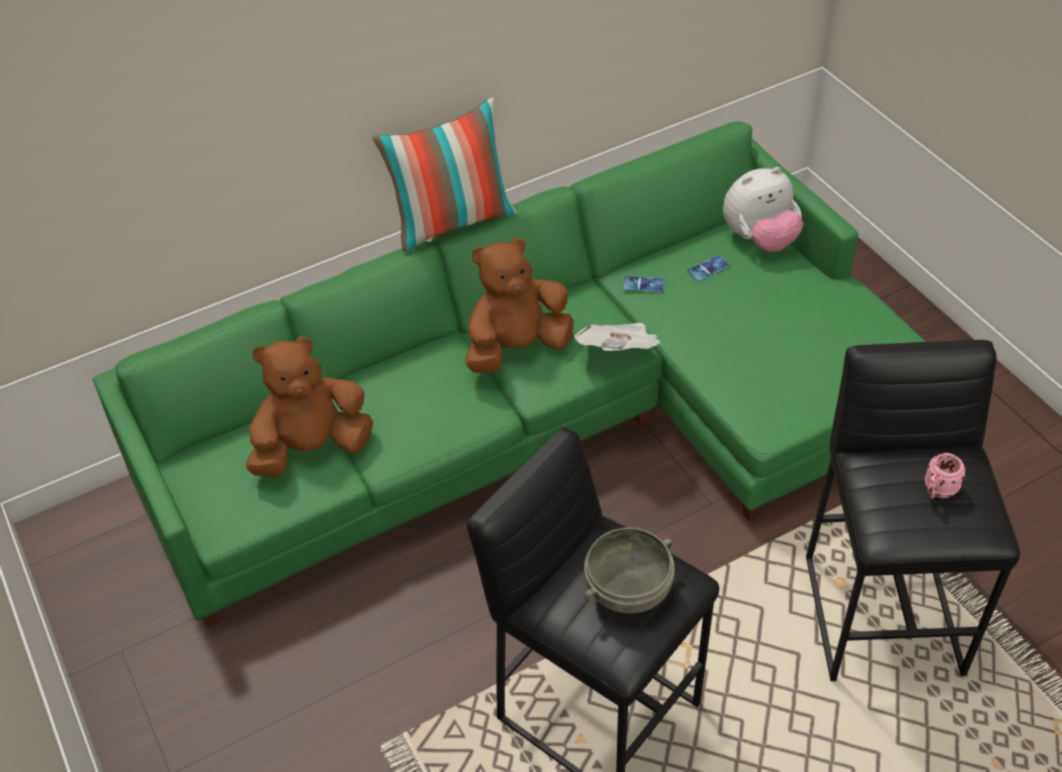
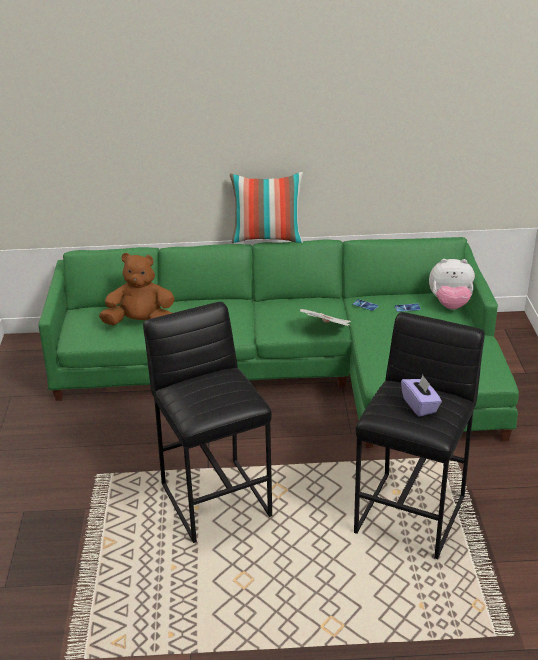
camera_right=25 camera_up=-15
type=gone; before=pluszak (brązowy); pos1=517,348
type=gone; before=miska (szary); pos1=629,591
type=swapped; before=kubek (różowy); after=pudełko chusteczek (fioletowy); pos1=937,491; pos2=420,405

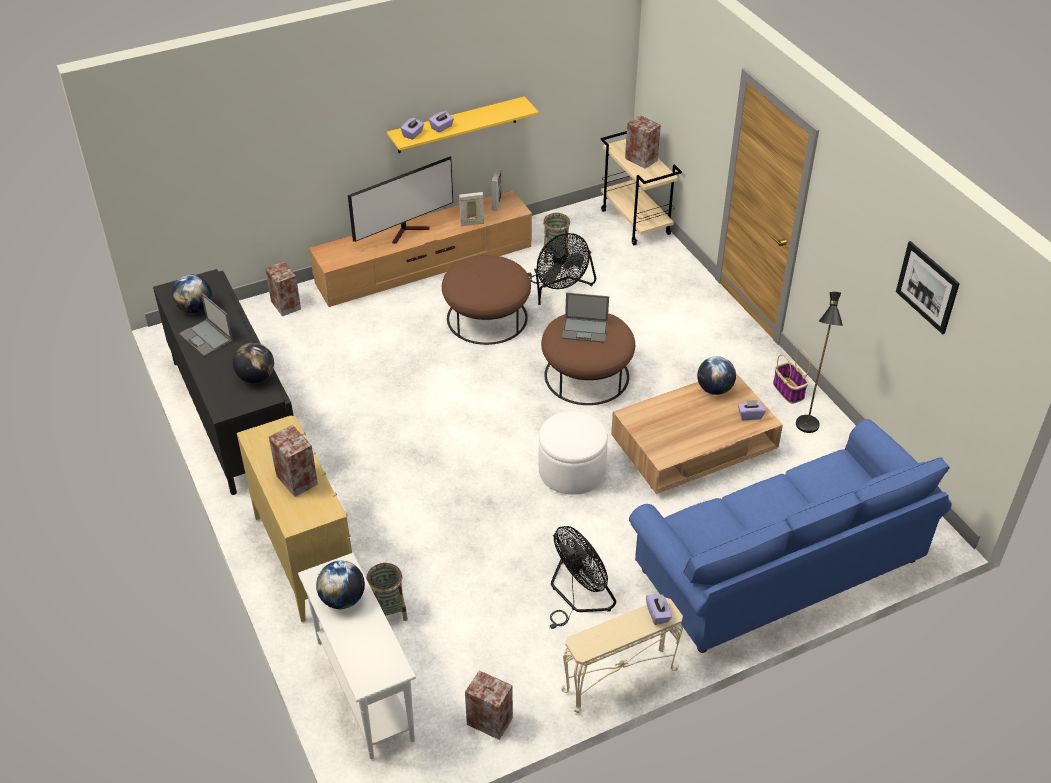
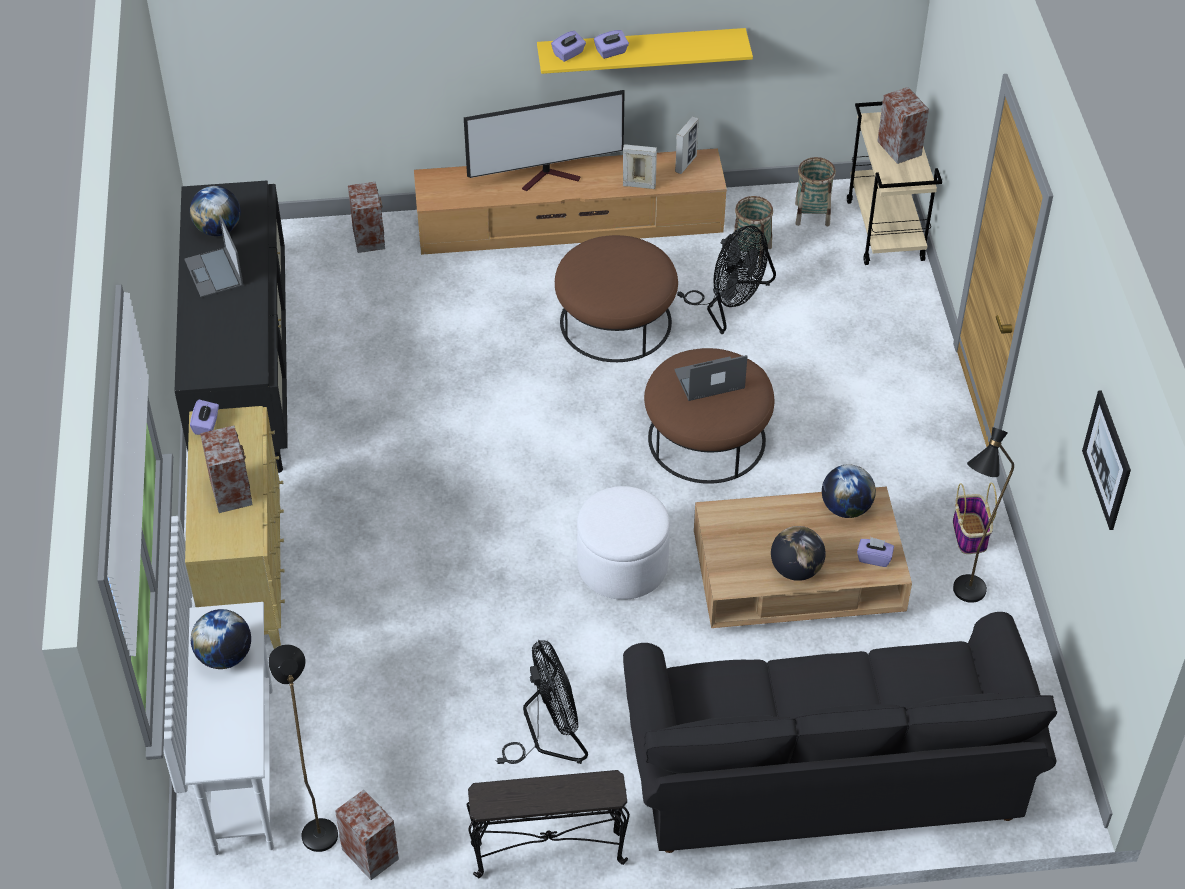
camera_right=20 camera_up=5
type=new; after=lampa stojąca (czarny); pos2=316,824
type=shifted; before=globus; pos1=256,378; pos2=796,570
type=shifted; before=koszyk; pos1=388,611; pos2=812,214
type=shifted; before=pudełko chusteczek (fioletowy); pos1=658,614; pos2=206,425
type=repainted; before=stolik (beżowy); after=stolik (czarny); pos1=620,681; pos2=549,855
type=repainted; before=kanapa (niebieski); after=kanapa (czarny); pos1=778,567; pos2=824,772
type=rotated; before=wentylator (czarny); pos1=557,288; pos2=728,303; turn=-45
type=rotated; before=laptop; pos1=585,330; pos2=708,379; turn=135

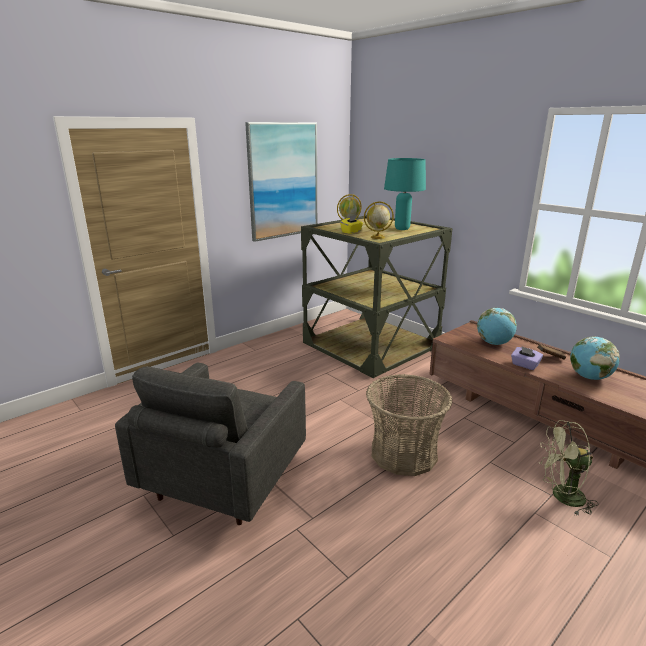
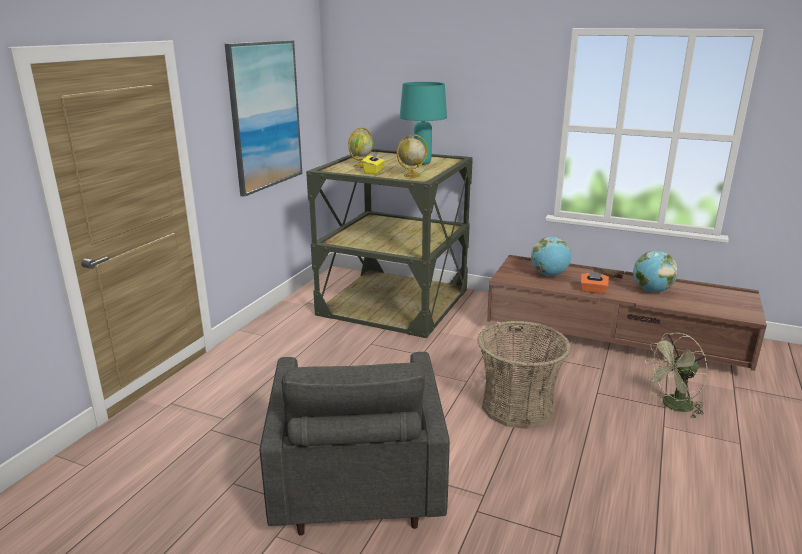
camera_right=-25 camera_up=0
type=repainted; before=pudełko chusteczek (fioletowy); after=pudełko chusteczek (pomarańczowy); pos1=524,365; pos2=593,290

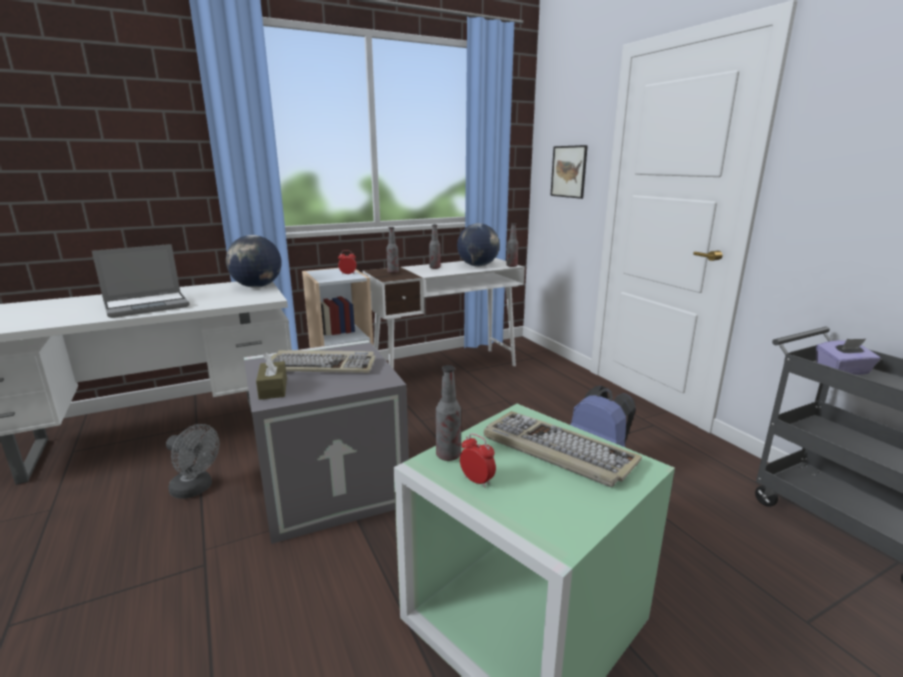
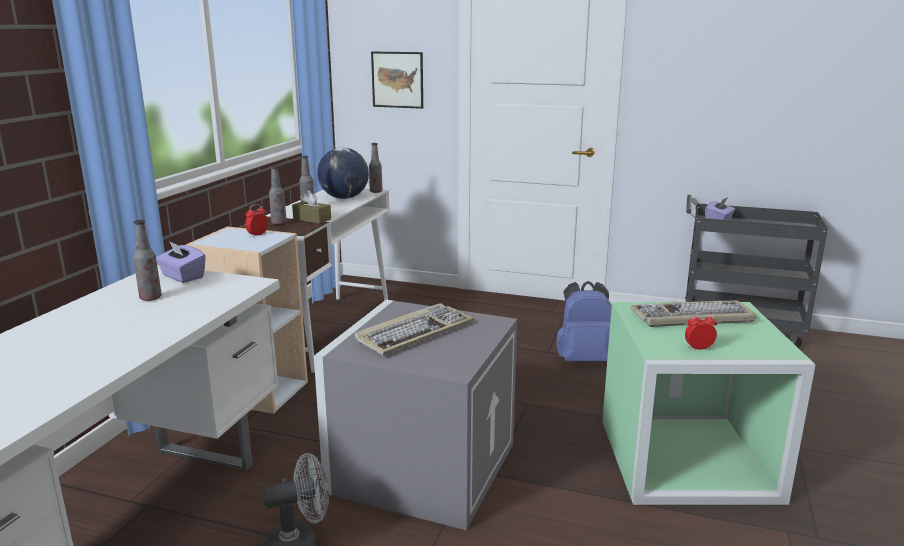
camera_right=-45 camera_up=0
type=gone; before=laptop; pos1=148,306
type=shifted; before=pudełko chusteczek (brązowy); pos1=273,388; pos2=312,219
type=shifted; before=butelka; pos1=448,455; pos2=150,298
type=swapped; before=globus; after=pudełko chusteczek (fioletowy); pos1=257,287; pos2=182,276

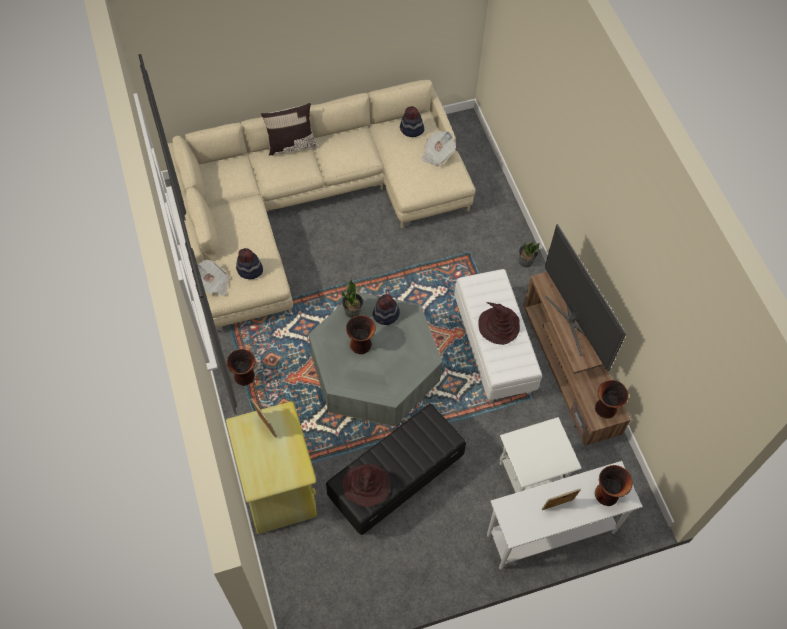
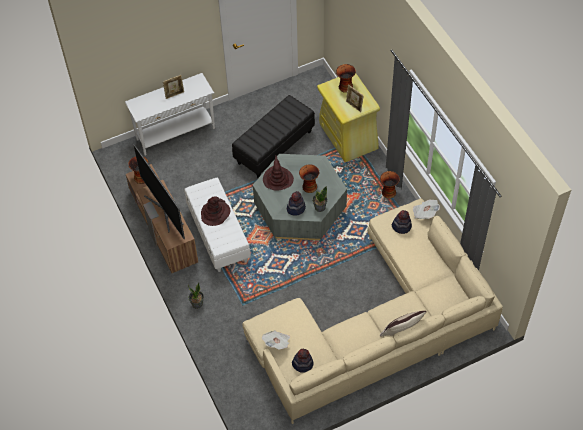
camera_right=175 camera_up=-5
type=gone; before=stolik (biały); pos1=530,476
type=shifted; before=kapelusz (brązowy); pos1=366,485; pos2=278,179
type=shifted; before=wazon; pos1=607,494; pos2=345,87

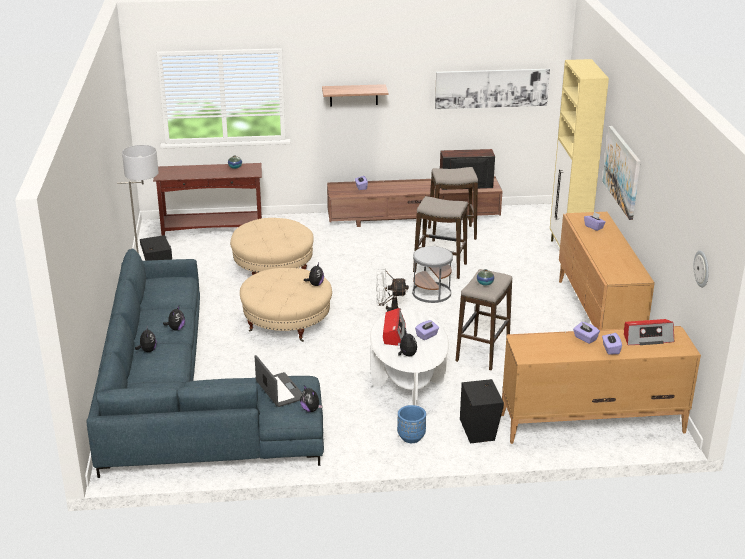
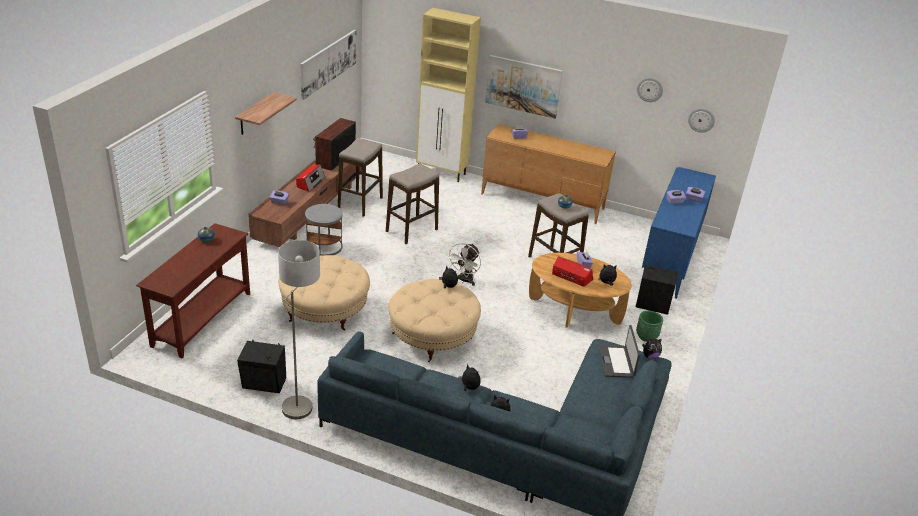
camera_right=-65 camera_up=5
type=new; after=zegar ścienny; pos2=650,89
type=shifted; before=stolik (szary); pos1=431,293; pos2=324,246
type=shifted; before=radio; pos1=647,338; pos2=310,182
type=repainted; before=ława (biały); after=ława (brązowy); pos1=408,384; pos2=574,311
type=repainted; before=donica (niebieski); after=donica (zielony); pos1=411,437; pos2=646,337
type=repainted; before=komoda (brązowy); after=komoda (niebieski); pos1=591,424; pos2=671,259
type=rotated; before=laptop; pos1=279,390; pos2=616,361; turn=-90

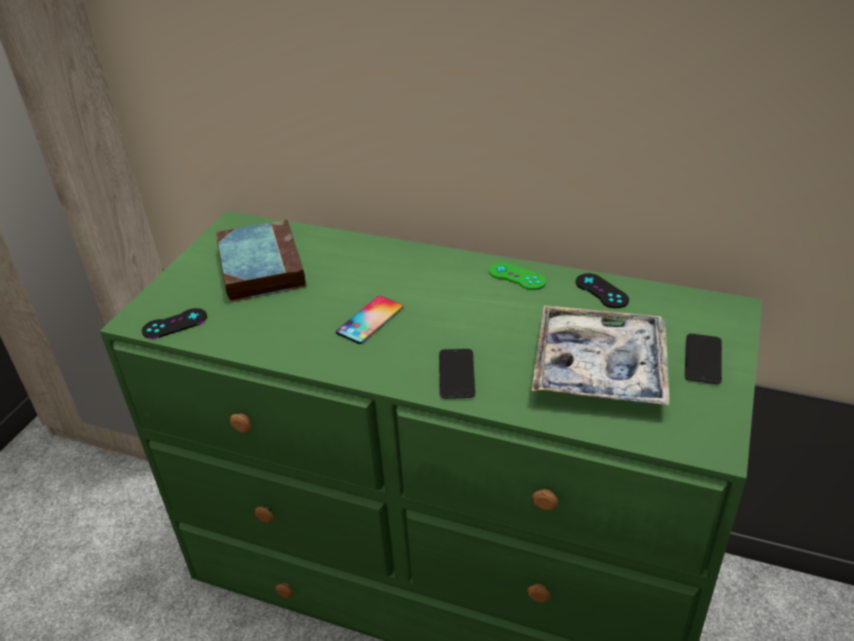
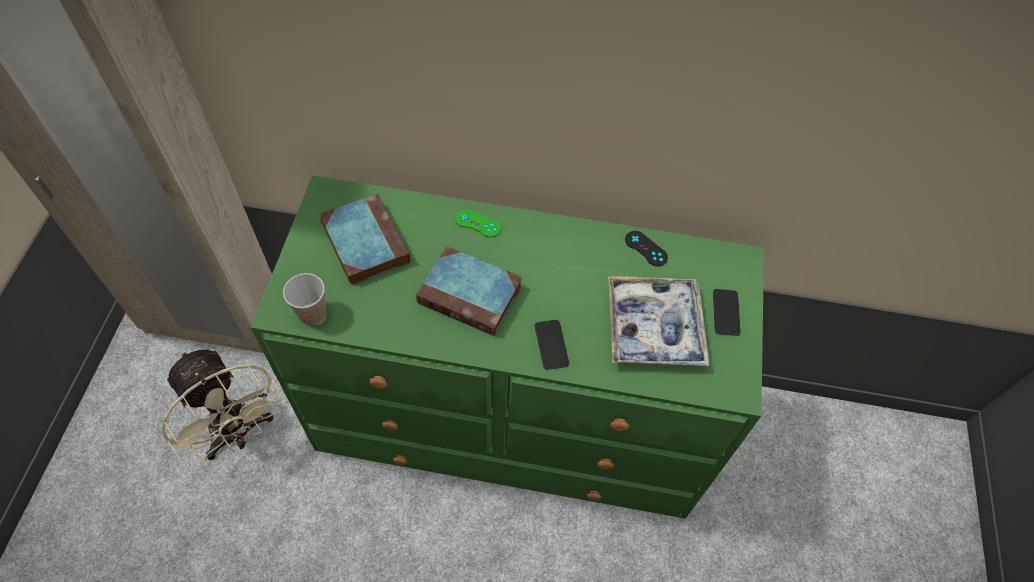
camera_right=-15 camera_up=20
type=new; after=wentylator (beżowy); pos2=238,433
type=shifted; before=pad do gier (zielony); pos1=517,276; pos2=477,223
type=swapped; before=pad do gier (czarny); after=filiżanka; pos1=174,324; pos2=312,314
type=swapped; before=telefon; after=książka; pos1=370,320; pos2=472,295

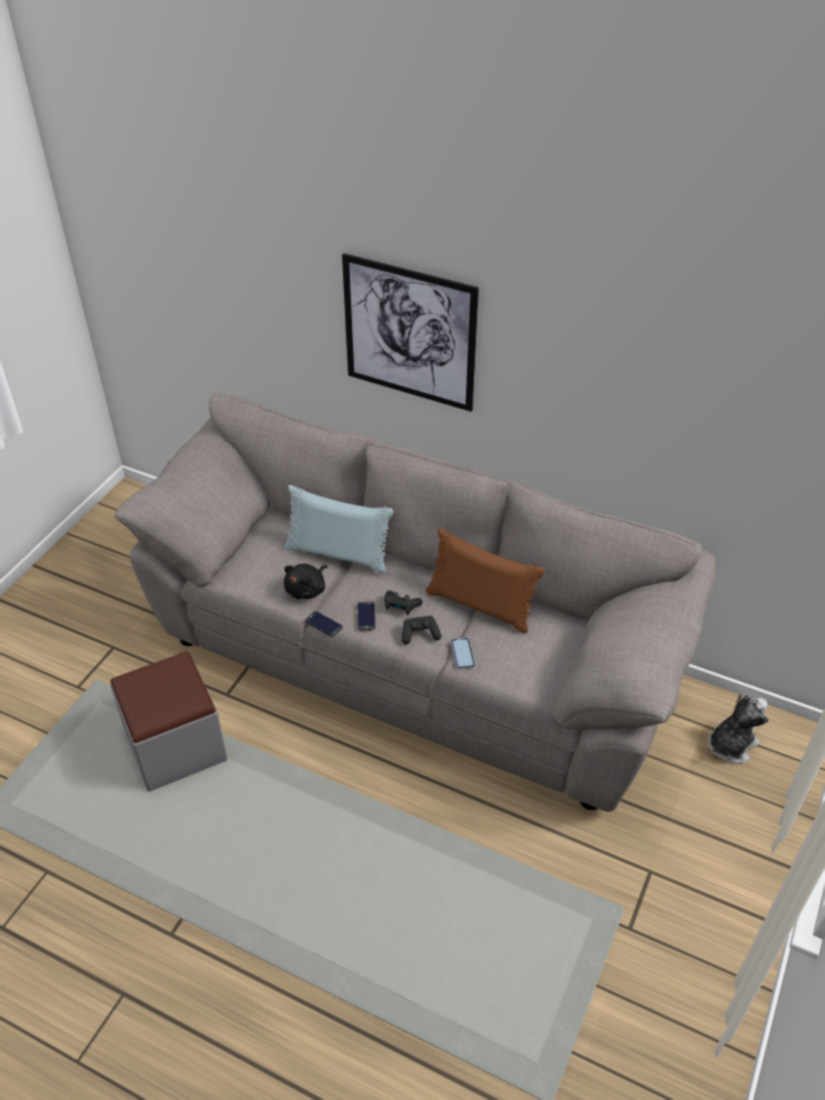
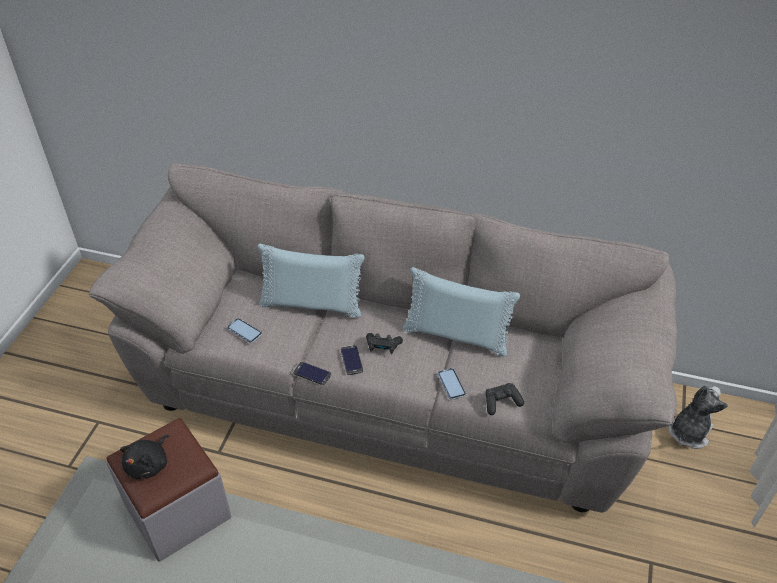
camera_right=-10 camera_up=0
type=gone; before=obraz; pos1=409,333
type=new; after=telefon; pos2=244,331
type=shifted; before=pluszak (czarny); pos1=307,590; pos2=149,465
type=shifted; before=pad do gier (czarny); pos1=420,634; pos2=501,402
type=repainted; before=poduszka (brązowy); after=poduszka (niebieski); pos1=480,605; pos2=456,335

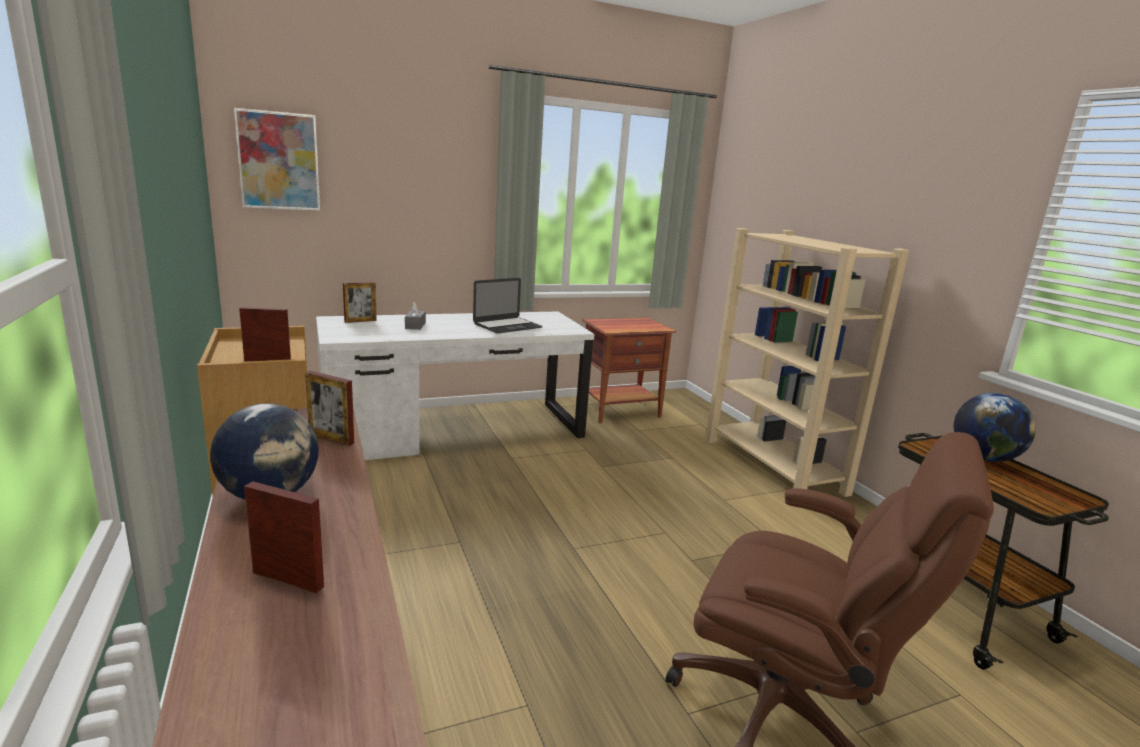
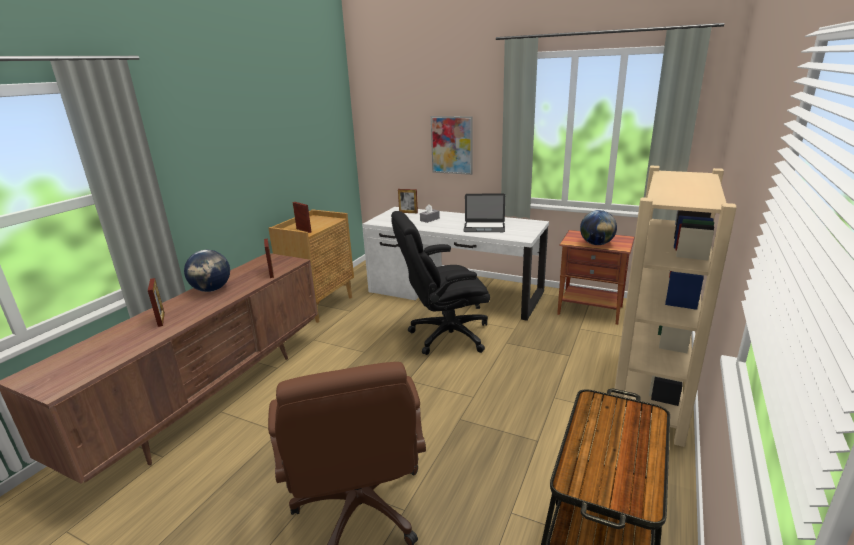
camera_right=50 camera_up=5
type=new; after=krzesło biurowe (czarny); pos2=443,336
type=shifted; before=obraz; pos1=279,161; pos2=452,145
type=shifted; before=globus; pos1=984,458; pos2=596,244

